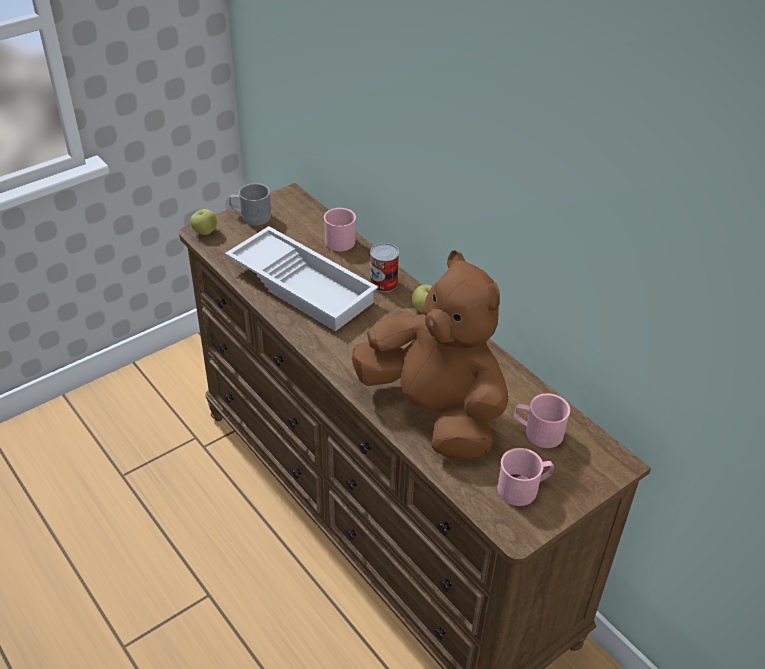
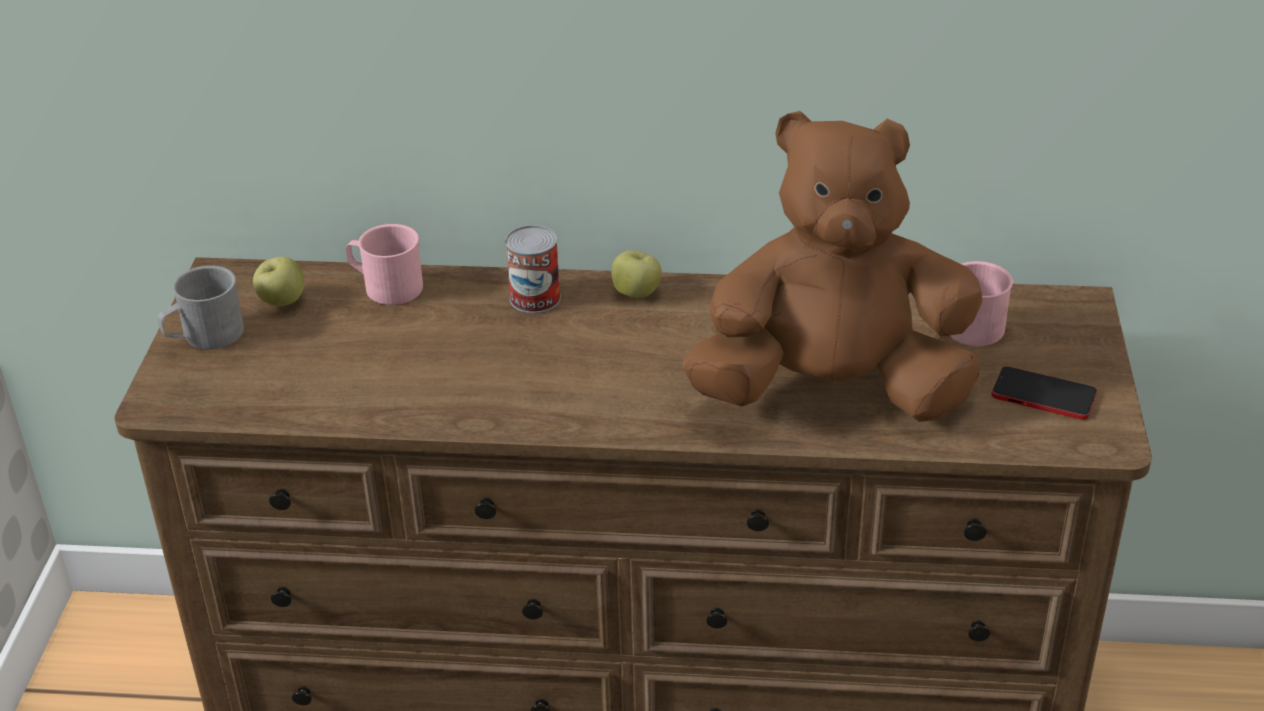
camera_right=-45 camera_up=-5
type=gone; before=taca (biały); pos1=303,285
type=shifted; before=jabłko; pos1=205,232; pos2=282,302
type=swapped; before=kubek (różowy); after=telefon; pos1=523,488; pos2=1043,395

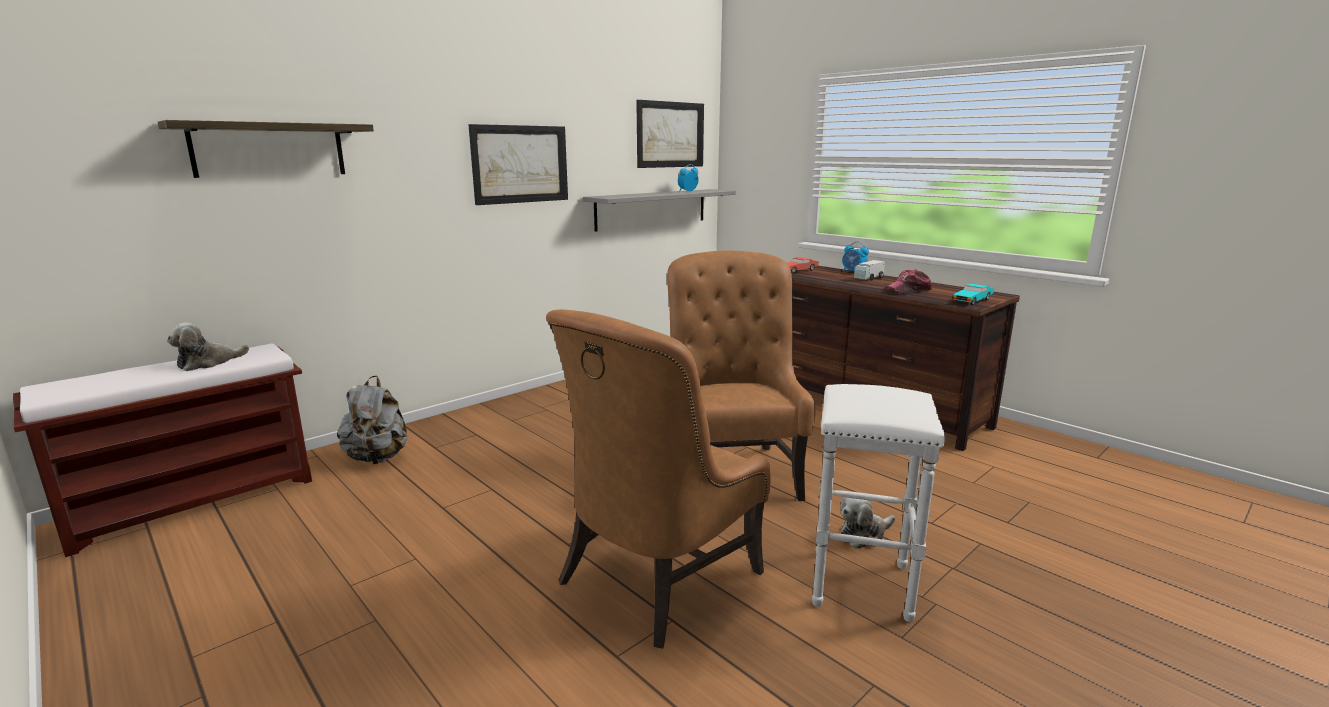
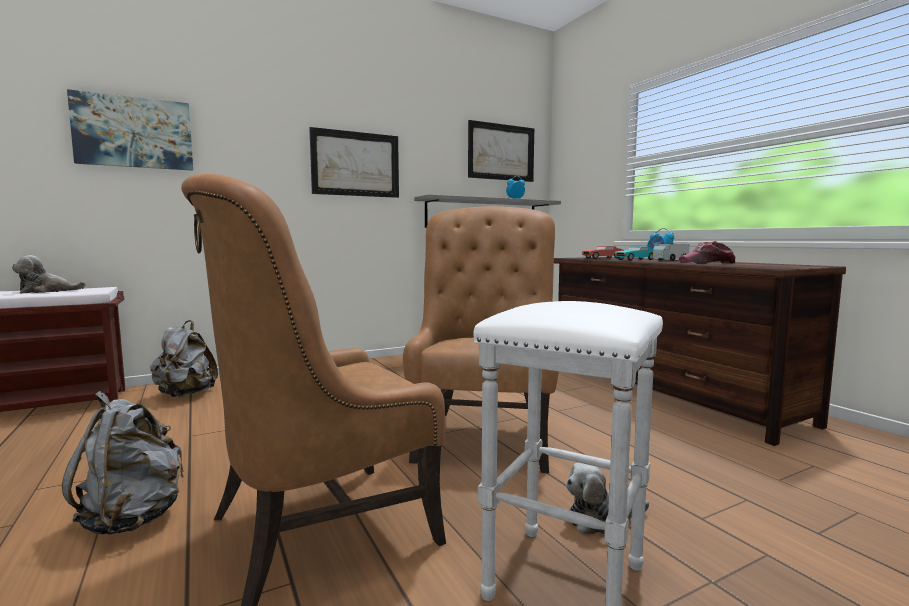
camera_right=15 camera_up=-10
type=new; after=plecak (szary); pos2=134,517
type=shifted; before=samochodzik (turkusowy); pos1=972,301; pos2=636,260
type=swapped; before=półka; after=obraz; pos1=269,150; pos2=134,133

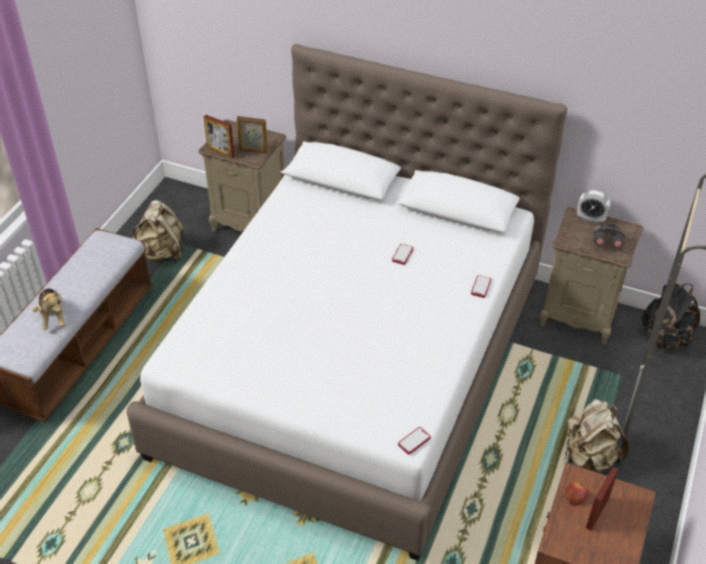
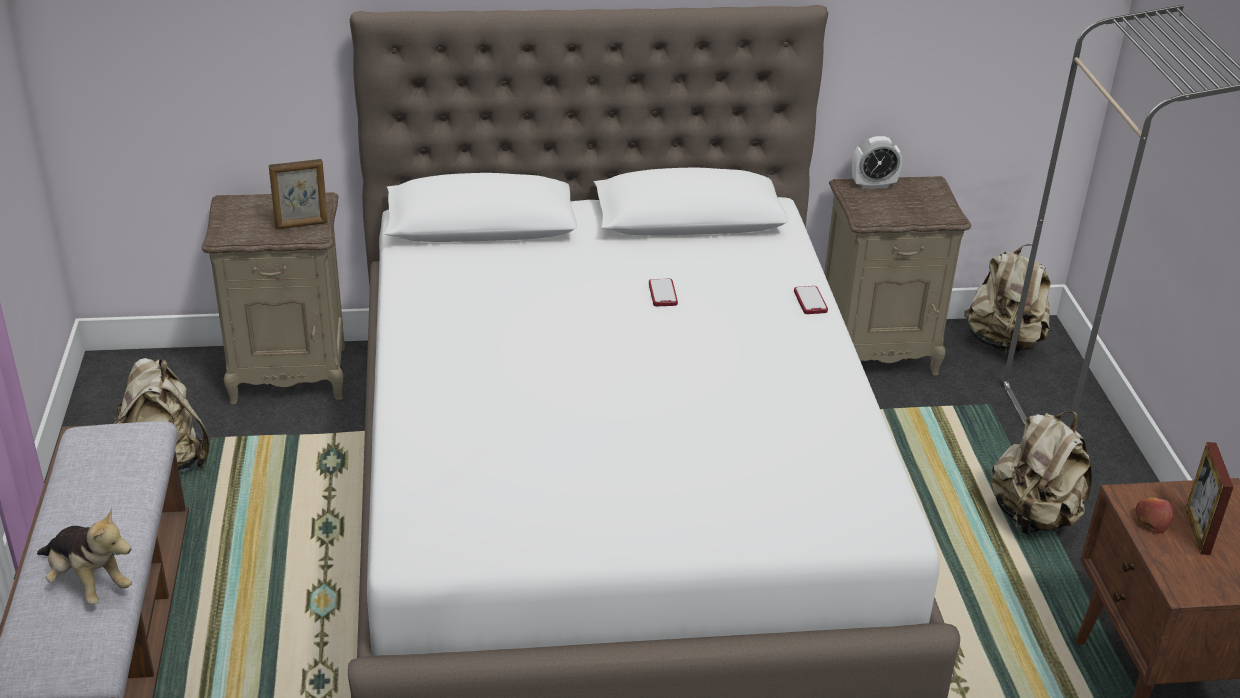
camera_right=-30 camera_up=-10
type=gone; before=ramka na zdjęcie; pos1=221,152
type=gone; before=telefon; pos1=414,441
type=gone; before=lornetka (szary); pos1=606,243
type=repainted; before=plecak (czarny); after=plecak (beżowy); pos1=665,337; pos2=1003,343

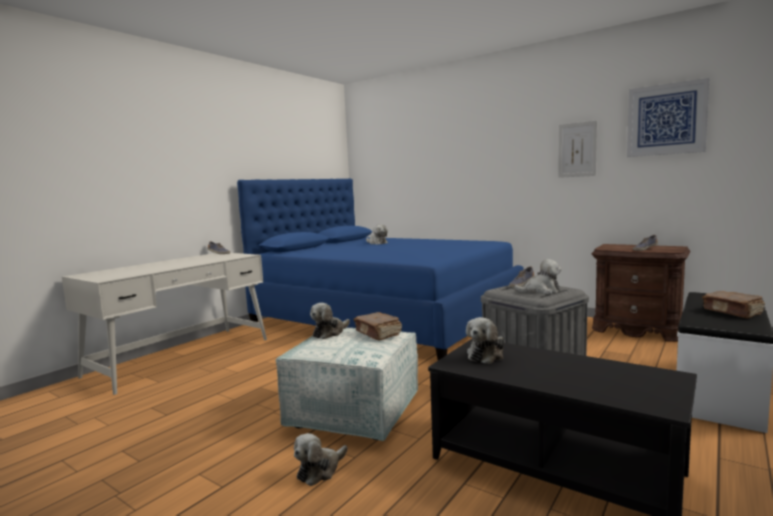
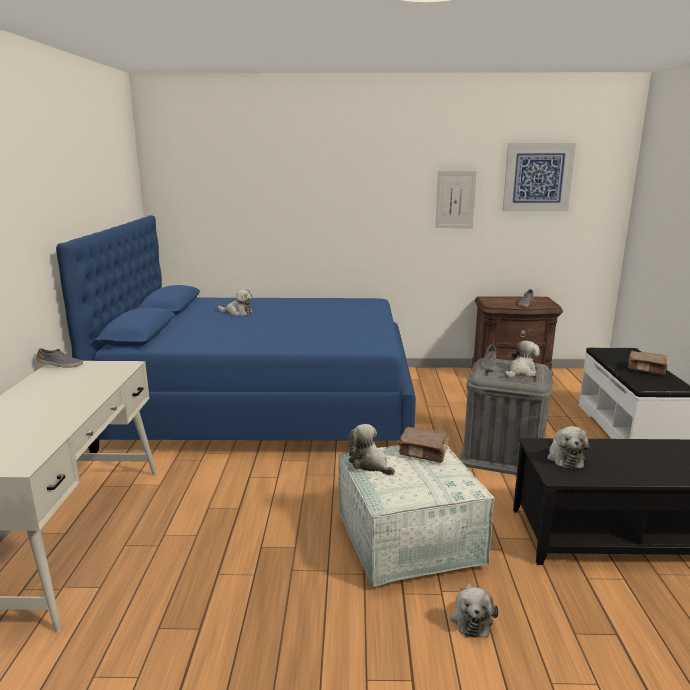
camera_right=-35 camera_up=10
type=rotated; before=pluszak; pos1=330,333; pos2=370,464; turn=135

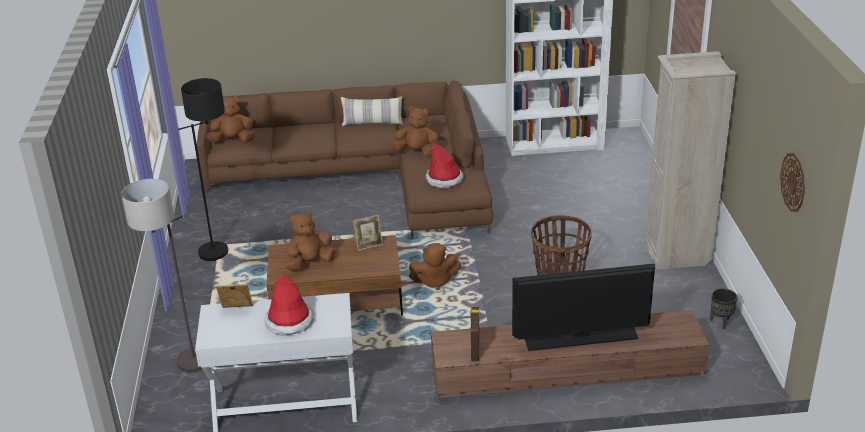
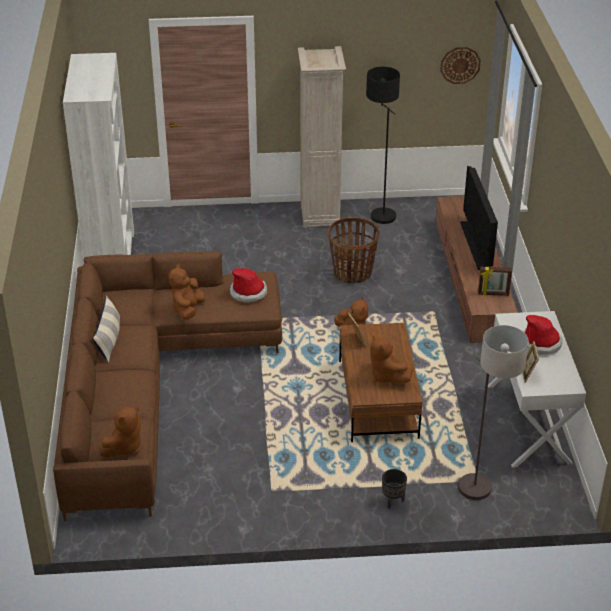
camera_right=-90 camera_up=5
type=shifted; before=lampa stojąca (czarny); pos1=222,250; pos2=379,213
type=shifted; before=donica (czarny); pos1=721,322; pos2=393,501
type=rotated; before=pluszak (brązowy); pos1=233,140; pos2=124,447; turn=-135

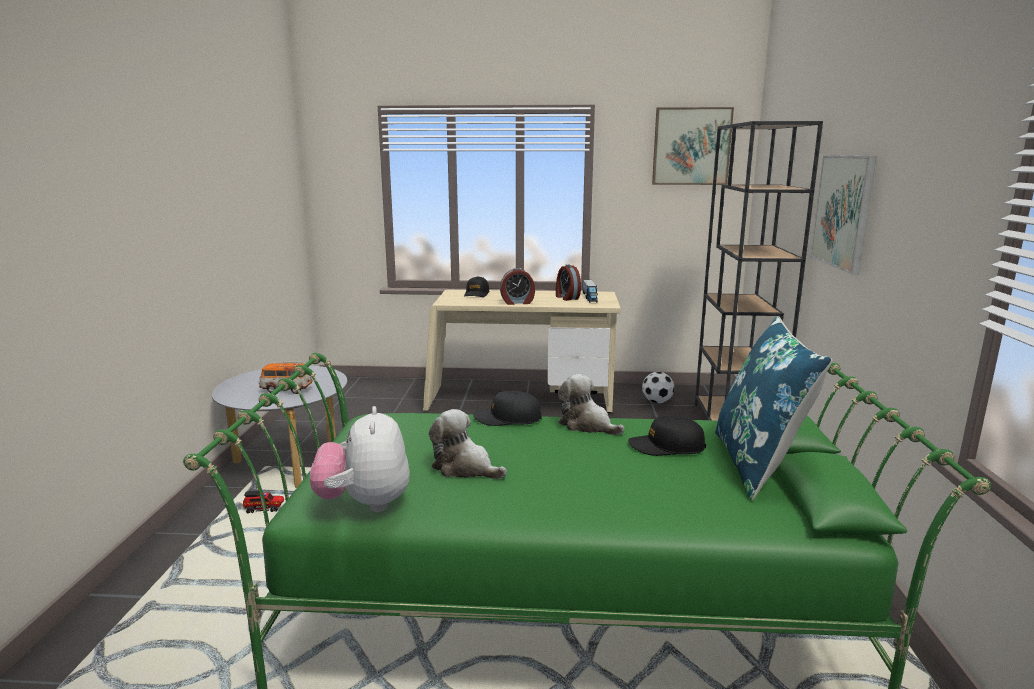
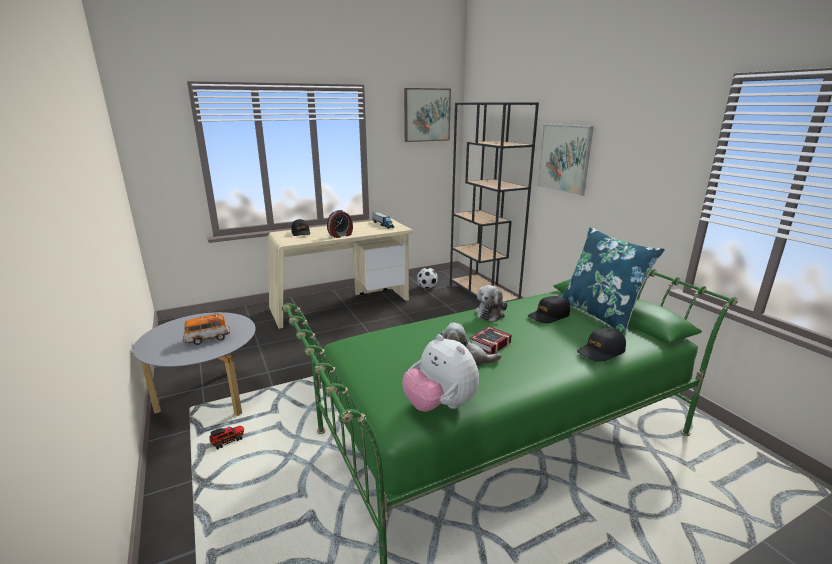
camera_right=-30 camera_up=5
type=gone; before=budzik; pos1=566,297
type=new; after=książka; pos2=488,344
type=shifted; before=czapka z daszkiem (czarny); pos1=507,418; pos2=601,351
type=rotated; before=pluszak; pos1=587,425; pos2=491,313; turn=-75

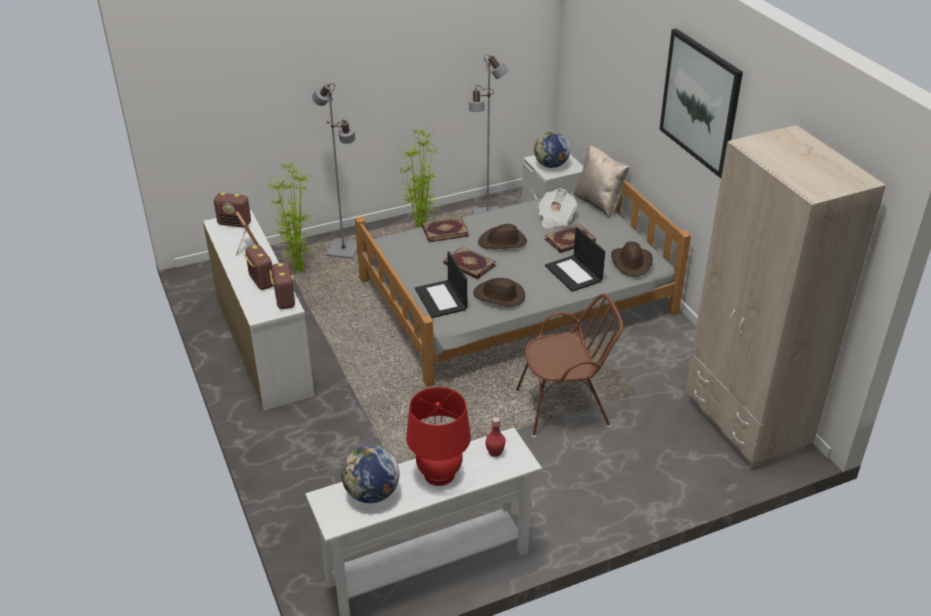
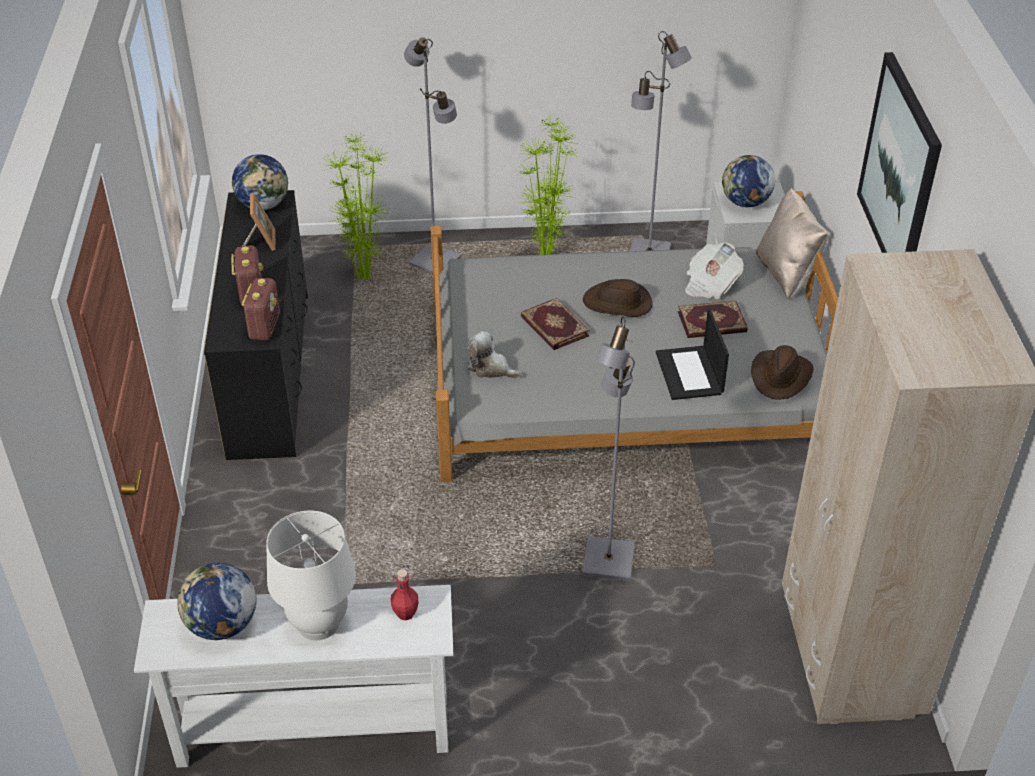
camera_right=20 camera_up=5
type=gone; before=książka; pos1=445,231
type=gone; before=kapelusz (brązowy); pos1=499,296
type=swapped; before=radio; after=globus; pos1=235,223; pos2=264,205
type=swapped; before=laptop; after=pluszak; pos1=441,299; pos2=490,368
type=swapped; before=krzesło (brązowy); after=lampa stojąca (szary); pos1=566,406; pos2=608,560
type=repainted; before=komoda (biały); after=komoda (czarny); pos1=264,347; pos2=270,373
type=repainted; before=lampa stołowa (czerwony); after=lampa stołowa (biały); pos1=439,474; pos2=318,623

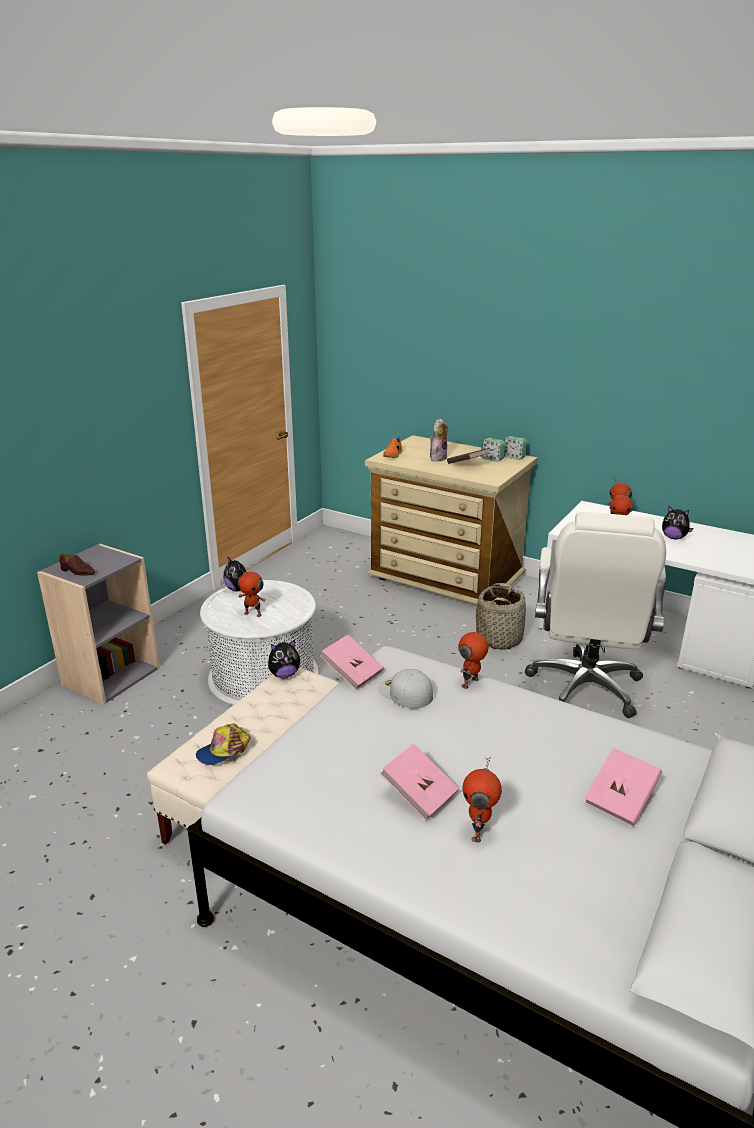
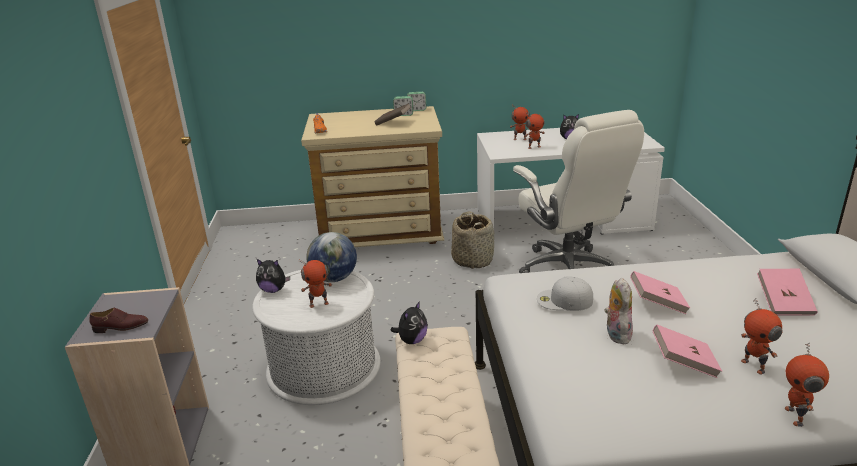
camera_right=-35 camera_up=0
type=gone; before=czapka z daszkiem; pos1=224,751
type=new; after=globus; pos2=334,279
type=shifted; before=książka (różowy); pos1=352,673; pos2=657,303
type=shifted; before=pluszak; pos1=437,458; pos2=616,334
type=shifted; before=robot zabawkowy; pos1=471,683; pos2=795,416

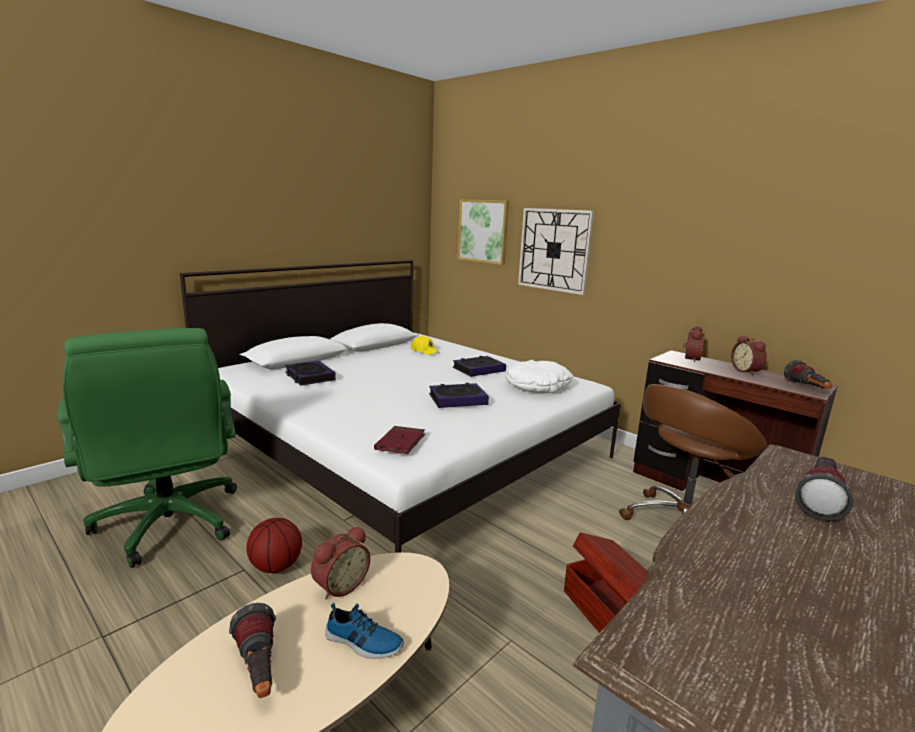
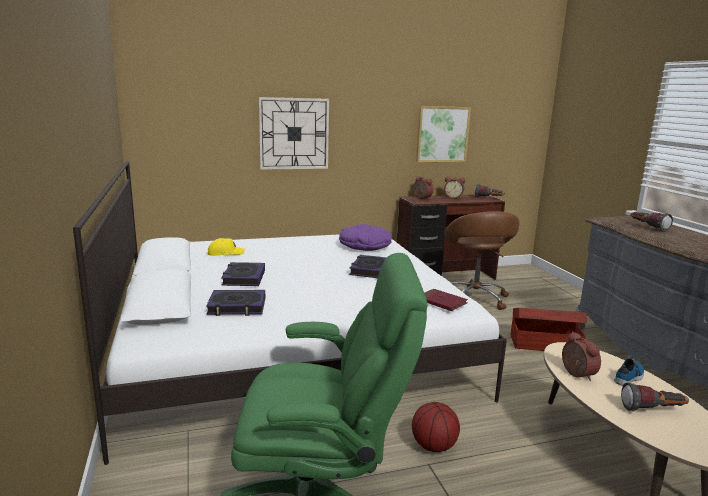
camera_right=-60 camera_up=0
type=shifted; before=książka; pos1=478,369; pos2=243,278
type=shifted; before=obraz; pos1=483,231; pos2=442,134
type=repainted; before=poduszka (biały); after=poduszka (fioletowy); pos1=536,386; pos2=364,246

